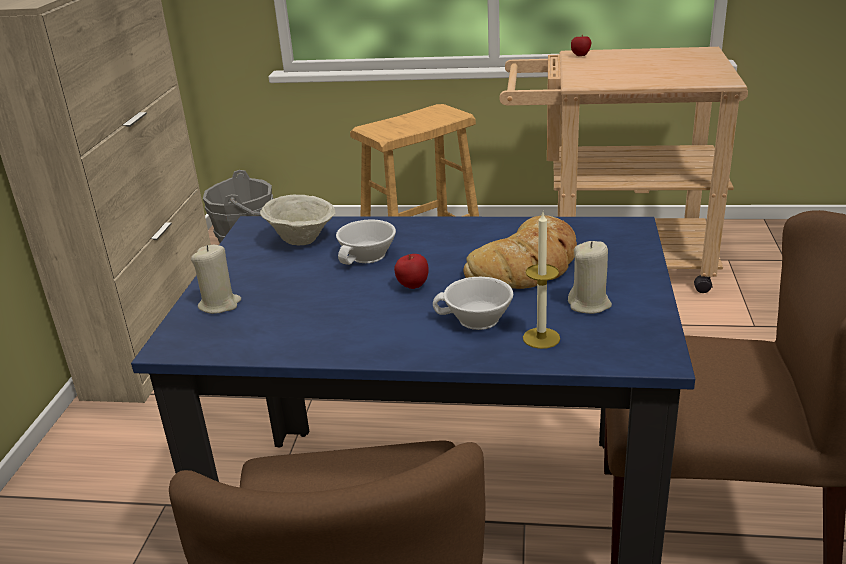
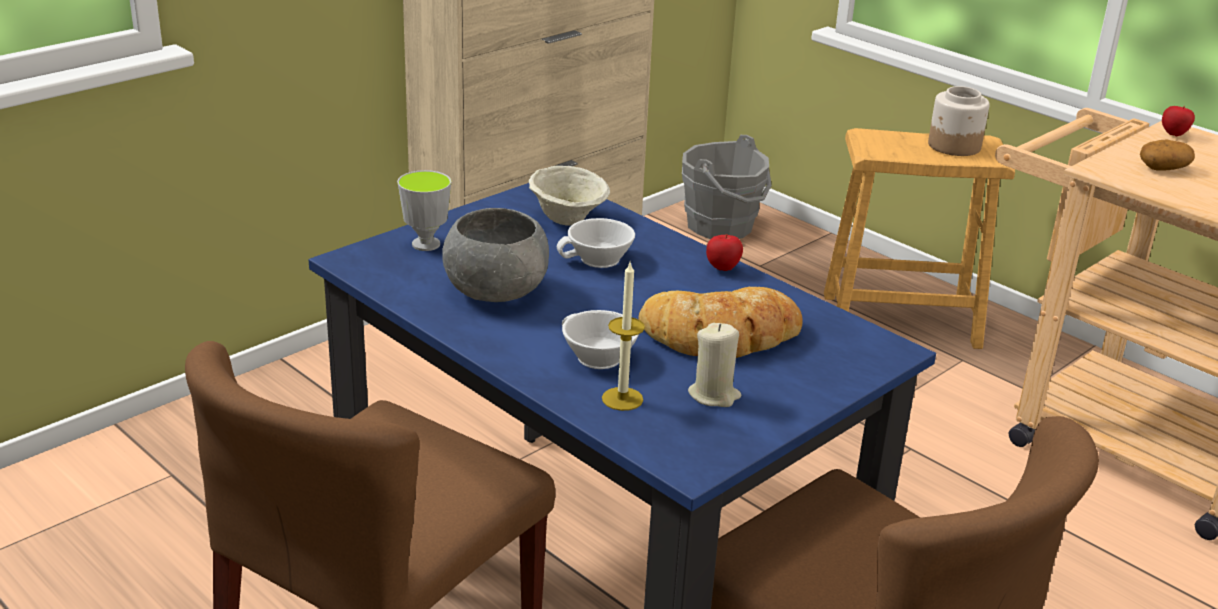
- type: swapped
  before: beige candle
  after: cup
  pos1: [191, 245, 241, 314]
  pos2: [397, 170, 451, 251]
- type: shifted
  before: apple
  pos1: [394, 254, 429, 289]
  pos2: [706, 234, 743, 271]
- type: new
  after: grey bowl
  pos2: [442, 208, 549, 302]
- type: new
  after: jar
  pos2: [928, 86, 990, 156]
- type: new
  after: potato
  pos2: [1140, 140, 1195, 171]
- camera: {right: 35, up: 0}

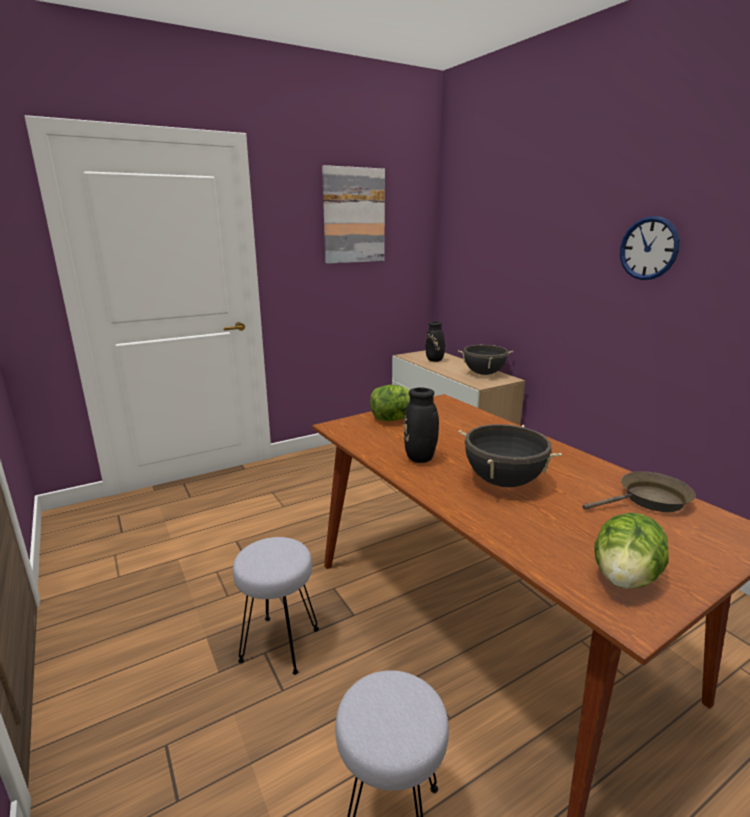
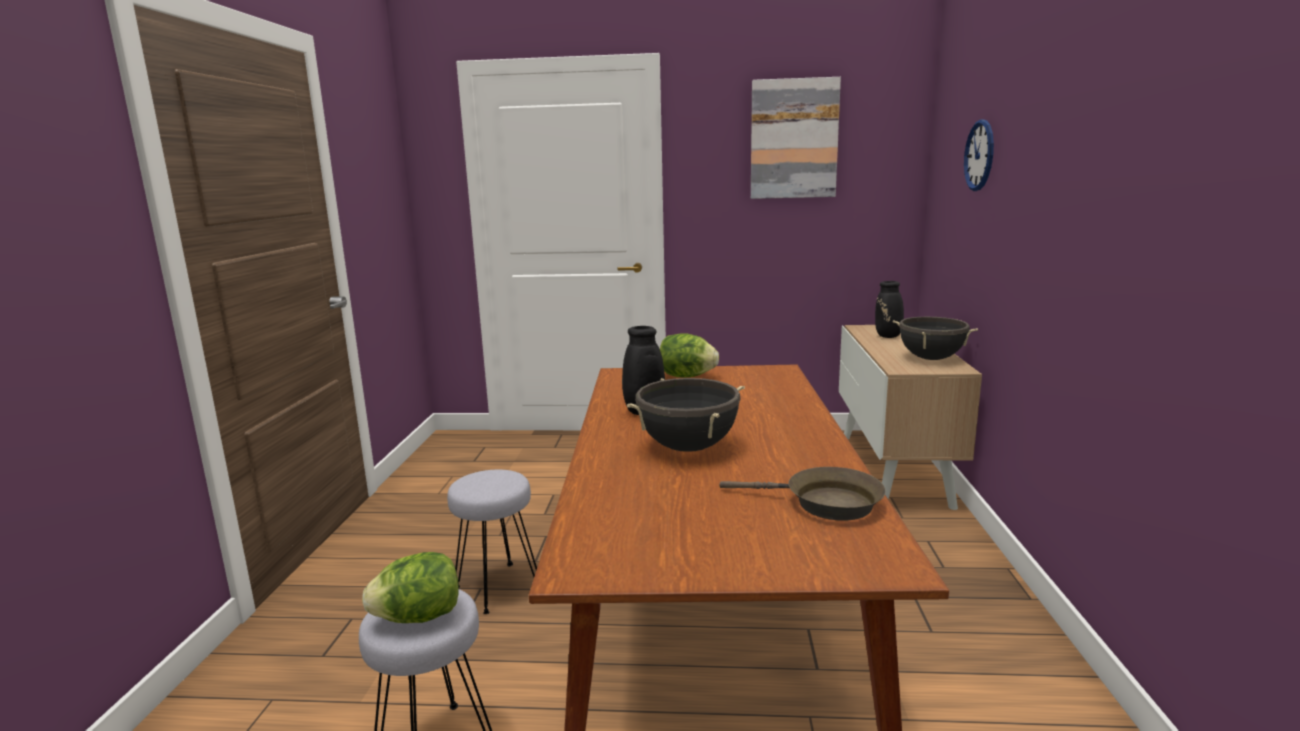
- type: shifted
  before: lettuce
  pos1: [594, 513, 669, 589]
  pos2: [362, 552, 459, 623]
- type: shifted
  before: wall clock
  pos1: [620, 216, 680, 280]
  pos2: [964, 119, 994, 191]
- camera: {right: 35, up: -5}

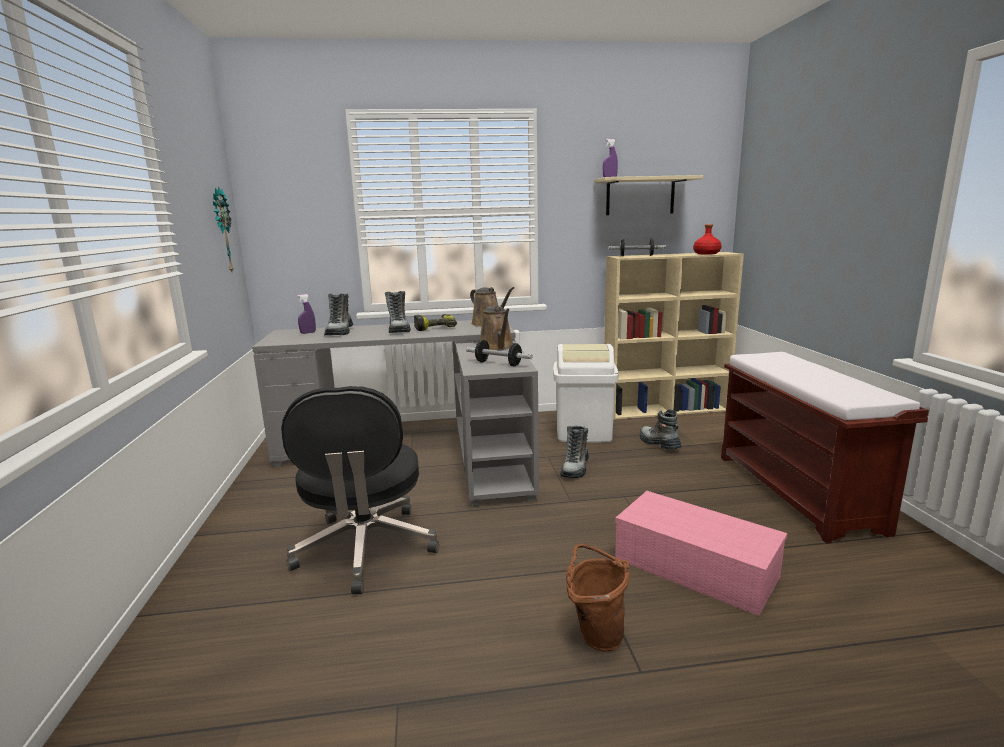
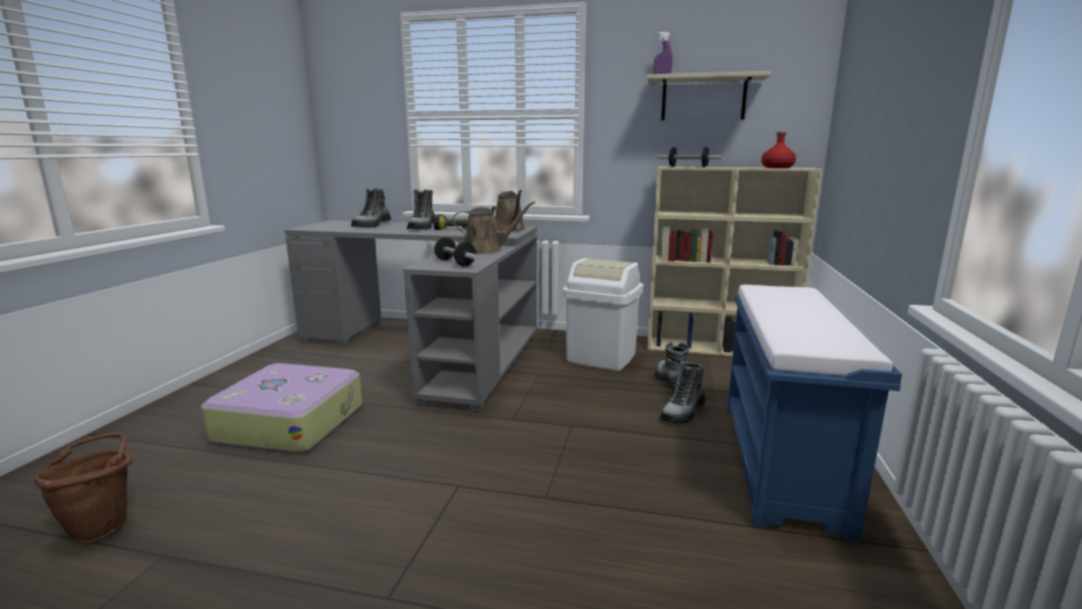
- type: gone
  before: wall clock
  pos1: [213, 186, 234, 272]
- type: swapped
  before: black office chair
  after: suitcase
  pos1: [281, 386, 439, 594]
  pos2: [201, 363, 362, 453]
- type: gone
  before: purple spray bottle
  pos1: [297, 294, 316, 334]
- type: rotated
  before: brown watering can
  pos1: [480, 306, 513, 350]
  pos2: [453, 201, 535, 254]
  turn: -105
- type: shifted
  before: boot
  pos1: [560, 426, 589, 478]
  pos2: [660, 361, 706, 424]
- type: shifted
  before: brown bucket
  pos1: [566, 544, 630, 652]
  pos2: [33, 433, 133, 544]
- type: gone
  before: pink storage box
  pos1: [615, 491, 787, 616]
- type: repainted
  before: brown bench
  after: blue bench
  pos1: [721, 352, 929, 544]
  pos2: [727, 285, 902, 542]
- camera: {right: 20, up: 0}

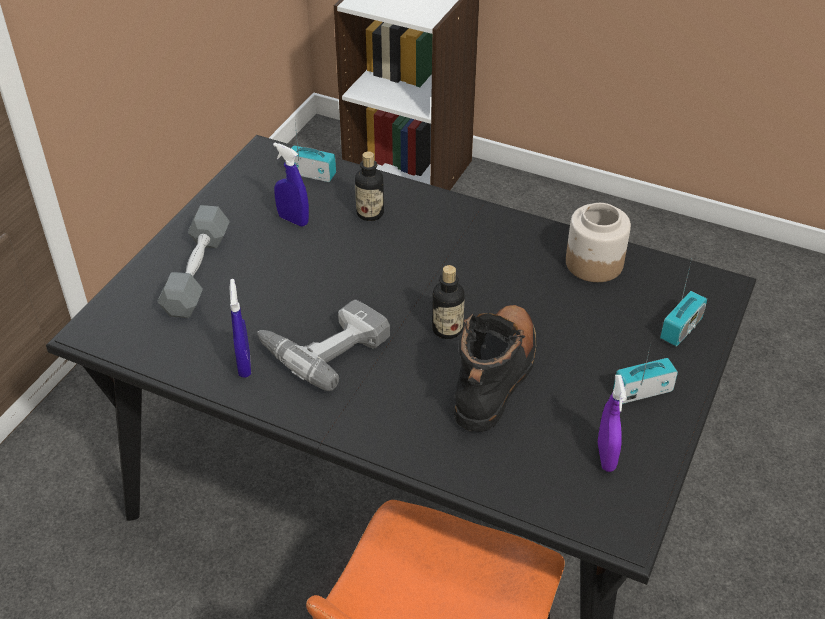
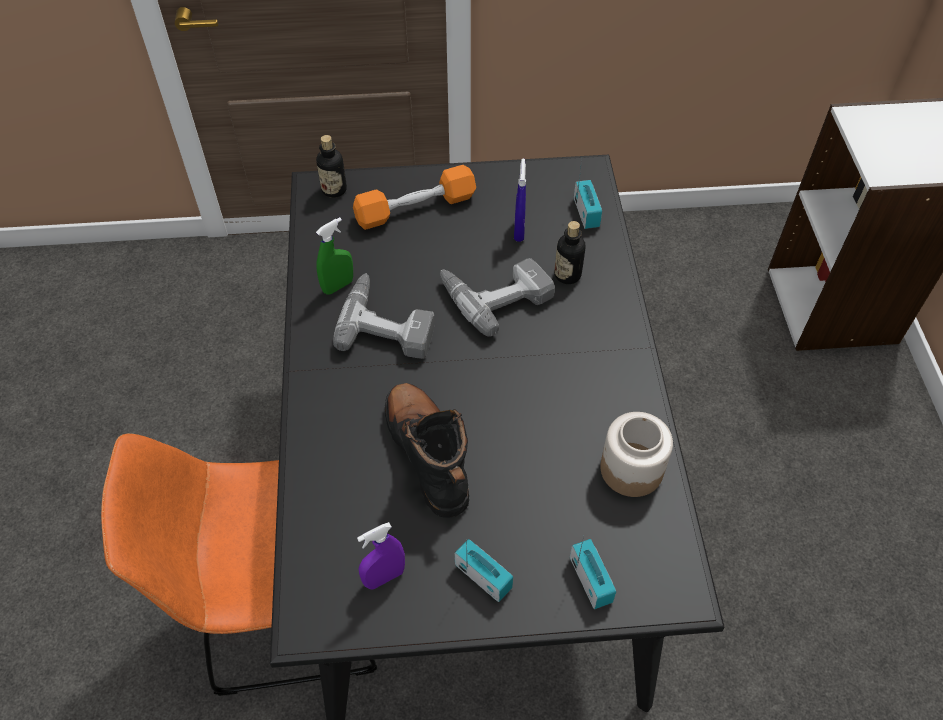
- type: repainted
  before: grey dumbbell
  after: orange dumbbell
  pos1: [157, 205, 230, 318]
  pos2: [353, 165, 476, 230]
- type: repainted
  before: blue spray bottle
  after: green spray bottle
  pos1: [229, 279, 251, 378]
  pos2: [316, 217, 353, 295]
- type: shifted
  before: bottle
  pos1: [432, 265, 465, 339]
  pos2: [316, 135, 347, 198]
- type: rotated
  before: black boot
  pos1: [454, 305, 536, 432]
  pos2: [385, 383, 469, 518]
  turn: -105
- type: rotated
  before: radio
  pos1: [660, 259, 707, 347]
  pos2: [570, 536, 616, 609]
  turn: -120
- type: new
  after: power drill
  pos2: [440, 258, 555, 337]
- camera: {right: 60, up: 10}

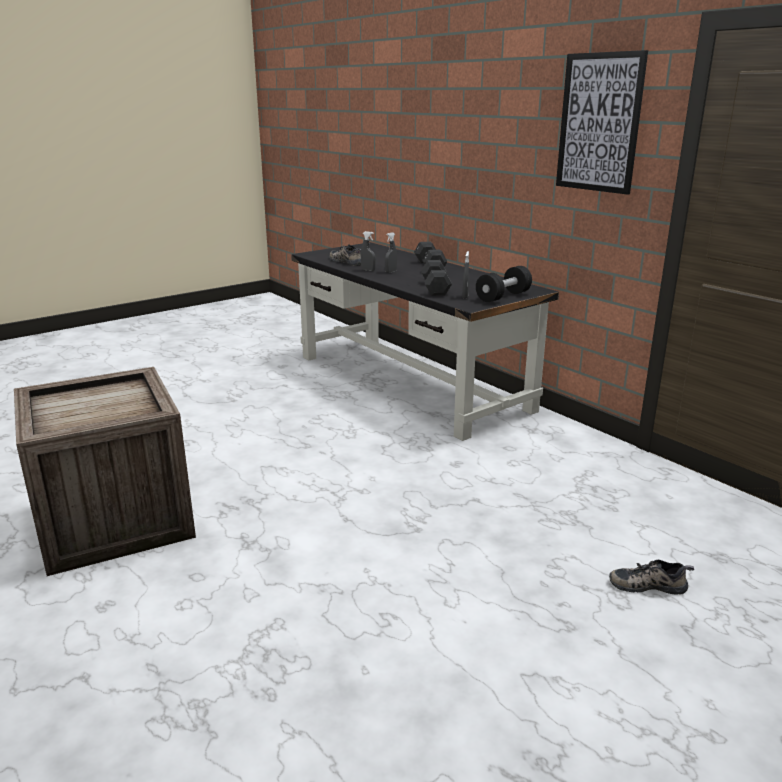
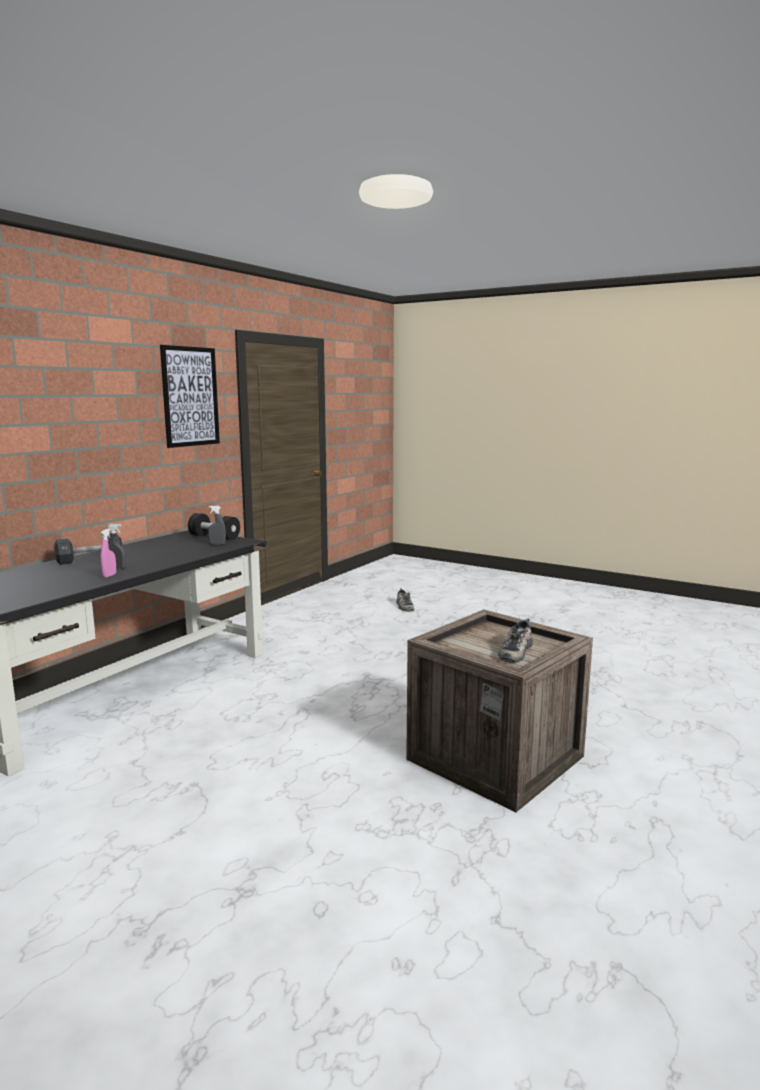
- type: shifted
  before: shoe
  pos1: [330, 244, 361, 266]
  pos2: [498, 618, 533, 663]
- type: repainted
  before: grey spray bottle
  after: pink spray bottle
  pos1: [360, 231, 376, 271]
  pos2: [100, 528, 116, 578]
- type: gone
  before: black dumbbell
  pos1: [421, 260, 452, 296]
- camera: {right: -110, up: -10}

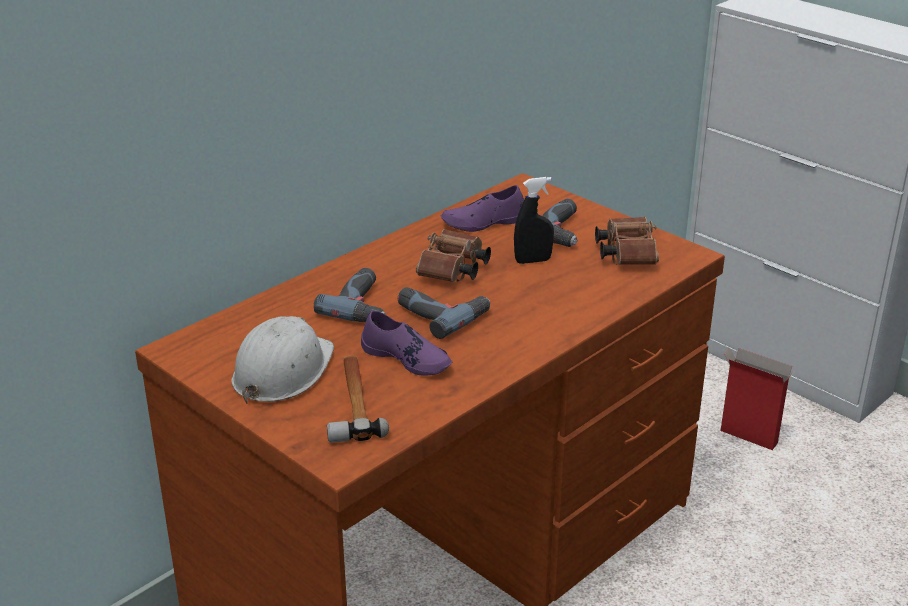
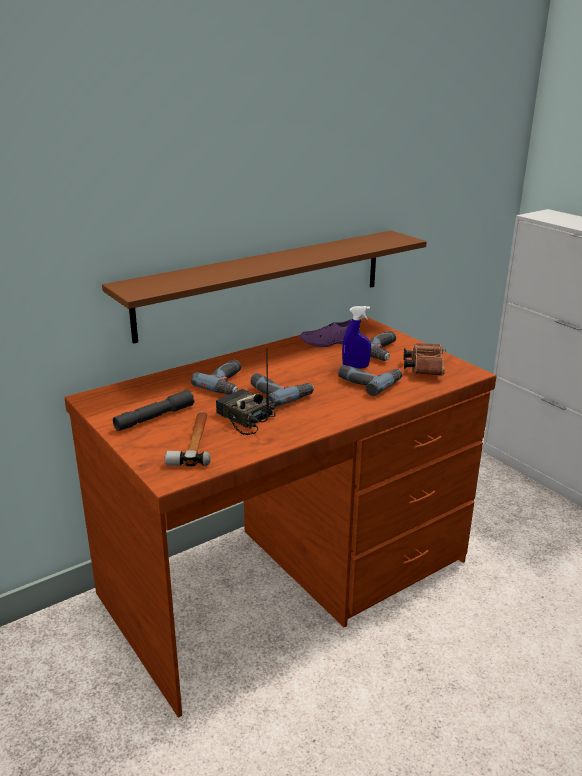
- type: swapped
  before: white hard hat
  after: grey flashlight
  pos1: [231, 316, 334, 404]
  pos2: [113, 390, 194, 431]
- type: swapped
  before: purple shoe
  after: radio
  pos1: [361, 310, 452, 376]
  pos2: [216, 351, 275, 435]
- type: gone
  before: brown binoculars
  pos1: [416, 229, 491, 282]
- type: repainted
  before: black spray bottle
  after: blue spray bottle
  pos1: [514, 177, 554, 264]
  pos2: [342, 306, 371, 368]
- type: gone
  before: cardboard box
  pos1: [721, 348, 795, 450]
- type: new
  after: brown shelf
  pos2: [102, 230, 427, 344]
- type: new
  after: power drill
  pos2: [338, 365, 402, 396]
- camera: {right: 10, up: -5}

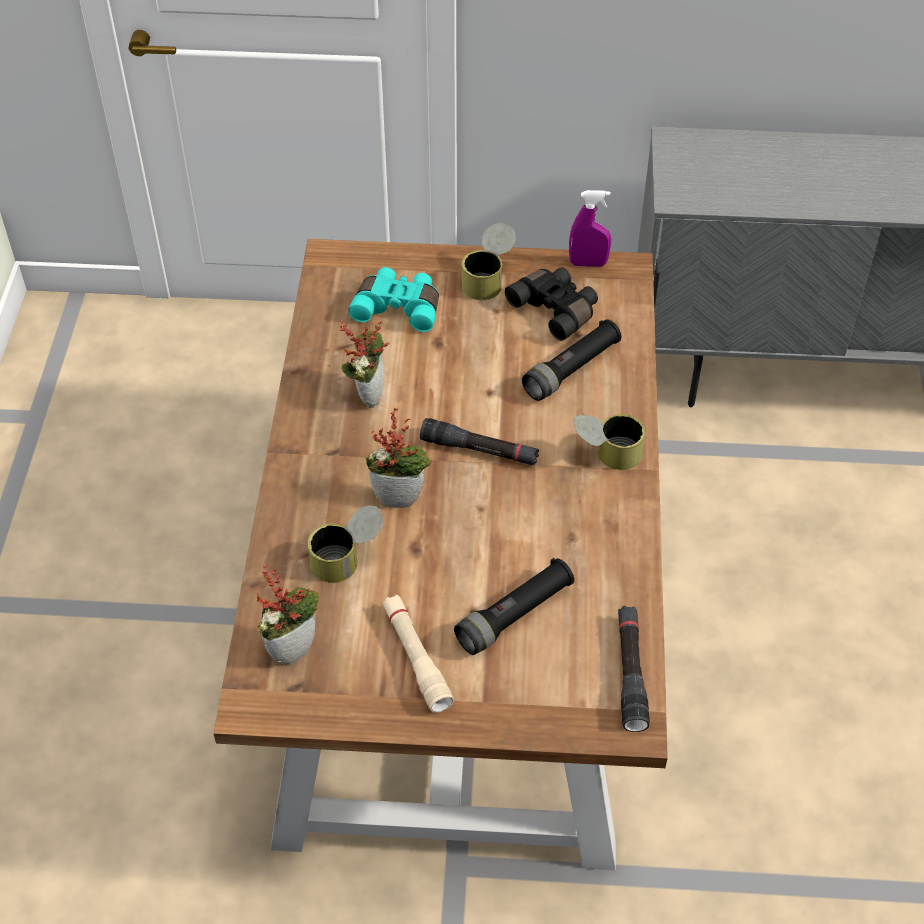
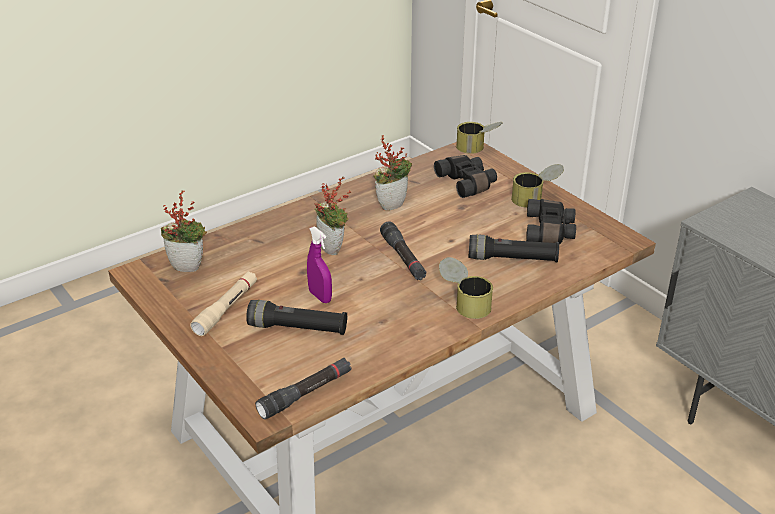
- type: shifted
  before: can
  pos1: [307, 506, 384, 583]
  pos2: [456, 122, 503, 154]
- type: repainted
  before: turquoise binoculars
  after: black binoculars
  pos1: [348, 267, 439, 332]
  pos2: [434, 155, 497, 198]
- type: shifted
  before: purple spray bottle
  pos1: [569, 190, 611, 267]
  pos2: [307, 226, 332, 303]
- camera: {right: 50, up: -15}

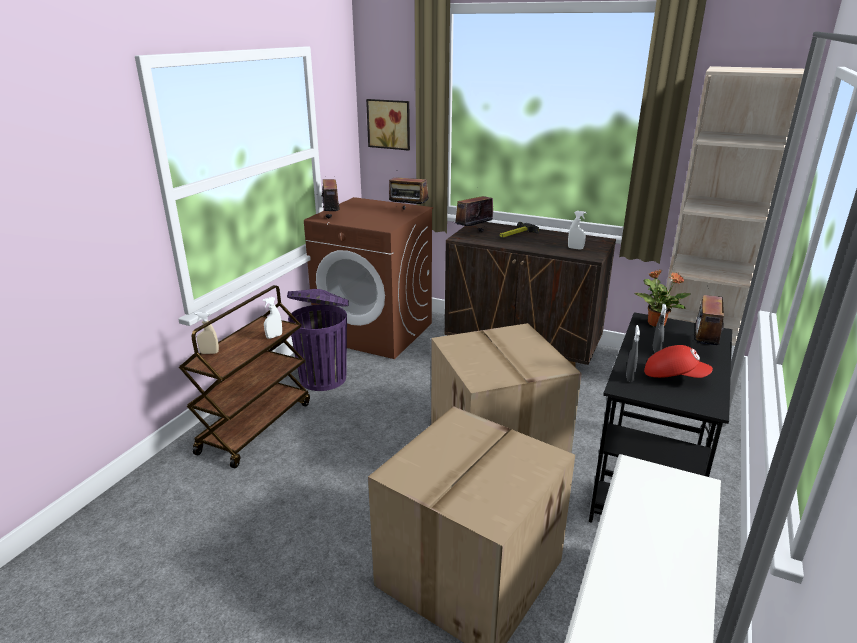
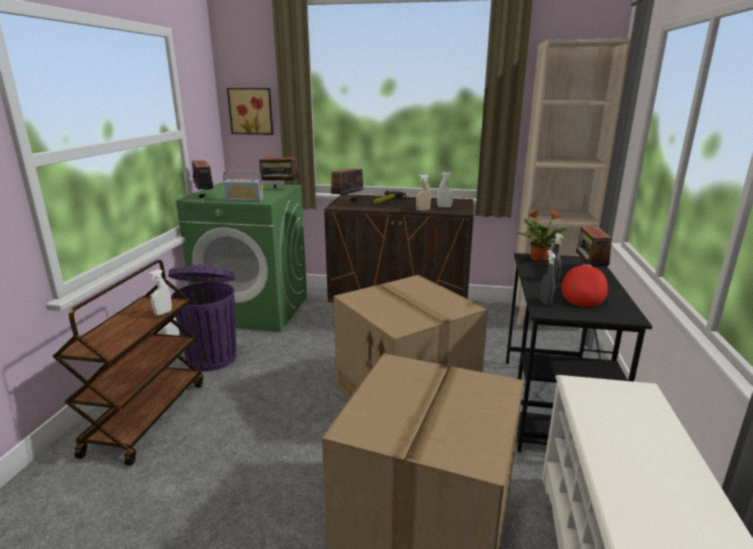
- type: shifted
  before: beige spray bottle
  pos1: [194, 312, 219, 354]
  pos2: [416, 174, 431, 211]
- type: repainted
  before: brown washing machine
  after: green washing machine
  pos1: [304, 197, 433, 359]
  pos2: [176, 182, 307, 332]
- type: rotated
  before: red cap
  pos1: [644, 345, 713, 378]
  pos2: [561, 264, 608, 307]
  turn: -75
- type: new
  after: radio
  pos2: [223, 171, 264, 202]
- camera: {right: -15, up: -5}

